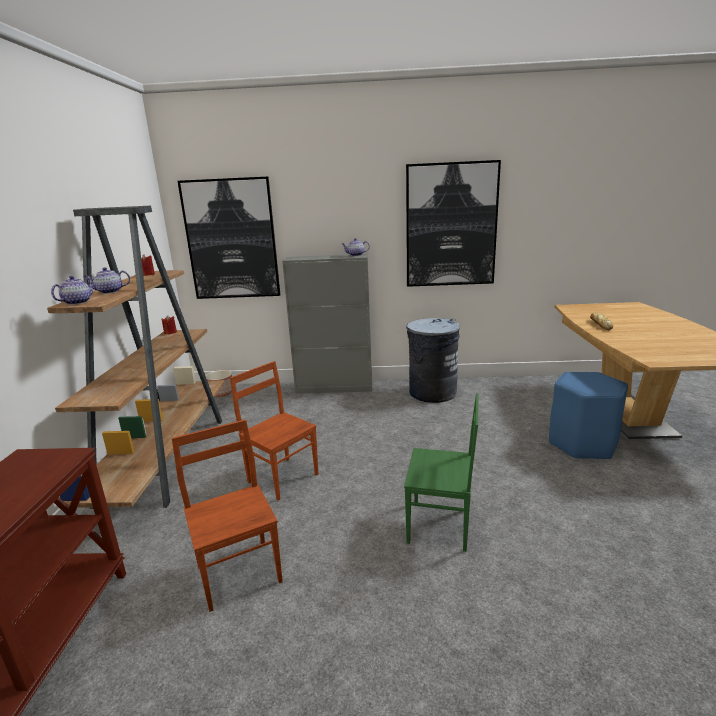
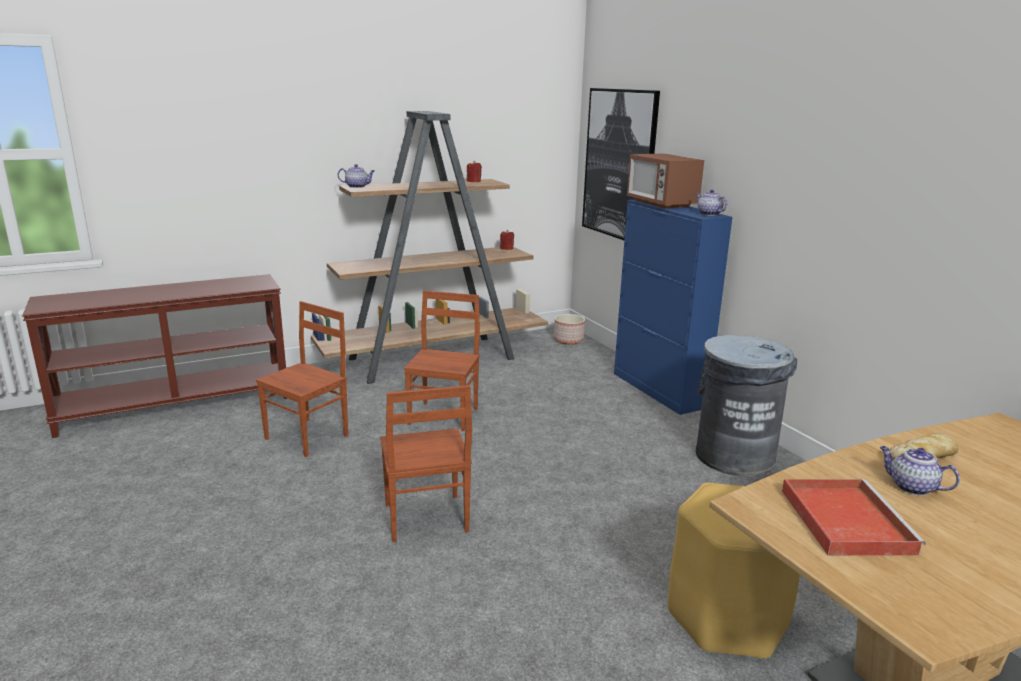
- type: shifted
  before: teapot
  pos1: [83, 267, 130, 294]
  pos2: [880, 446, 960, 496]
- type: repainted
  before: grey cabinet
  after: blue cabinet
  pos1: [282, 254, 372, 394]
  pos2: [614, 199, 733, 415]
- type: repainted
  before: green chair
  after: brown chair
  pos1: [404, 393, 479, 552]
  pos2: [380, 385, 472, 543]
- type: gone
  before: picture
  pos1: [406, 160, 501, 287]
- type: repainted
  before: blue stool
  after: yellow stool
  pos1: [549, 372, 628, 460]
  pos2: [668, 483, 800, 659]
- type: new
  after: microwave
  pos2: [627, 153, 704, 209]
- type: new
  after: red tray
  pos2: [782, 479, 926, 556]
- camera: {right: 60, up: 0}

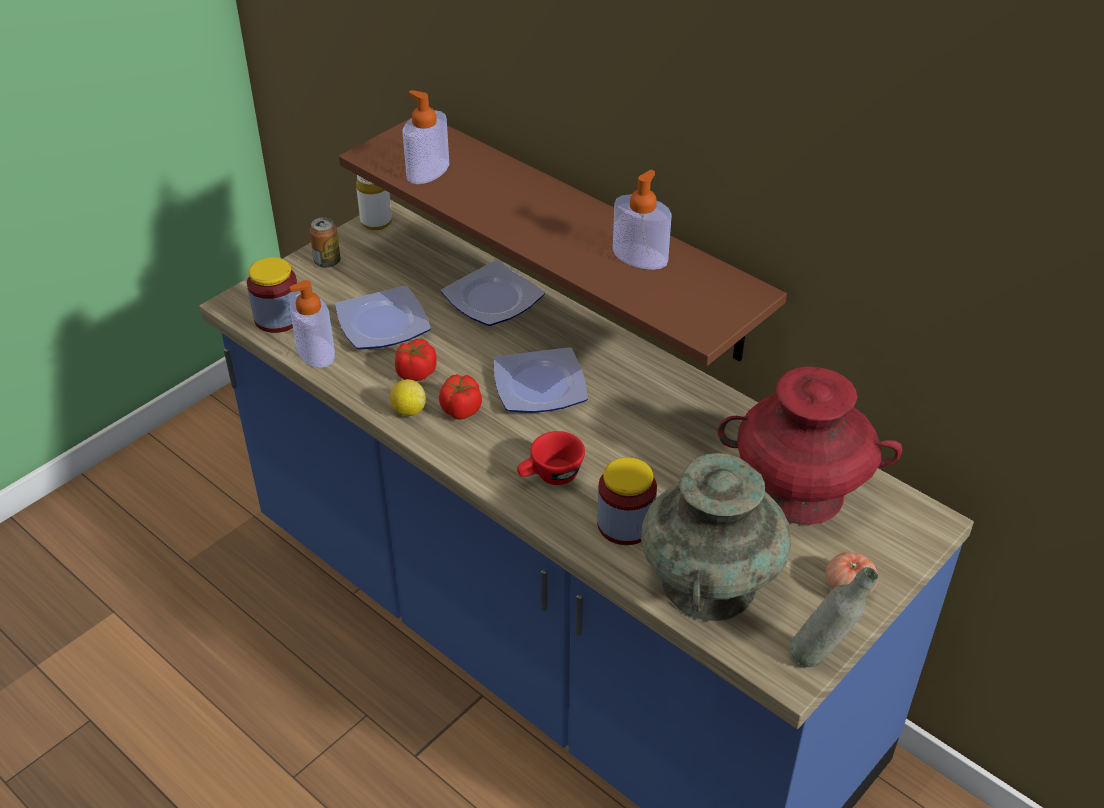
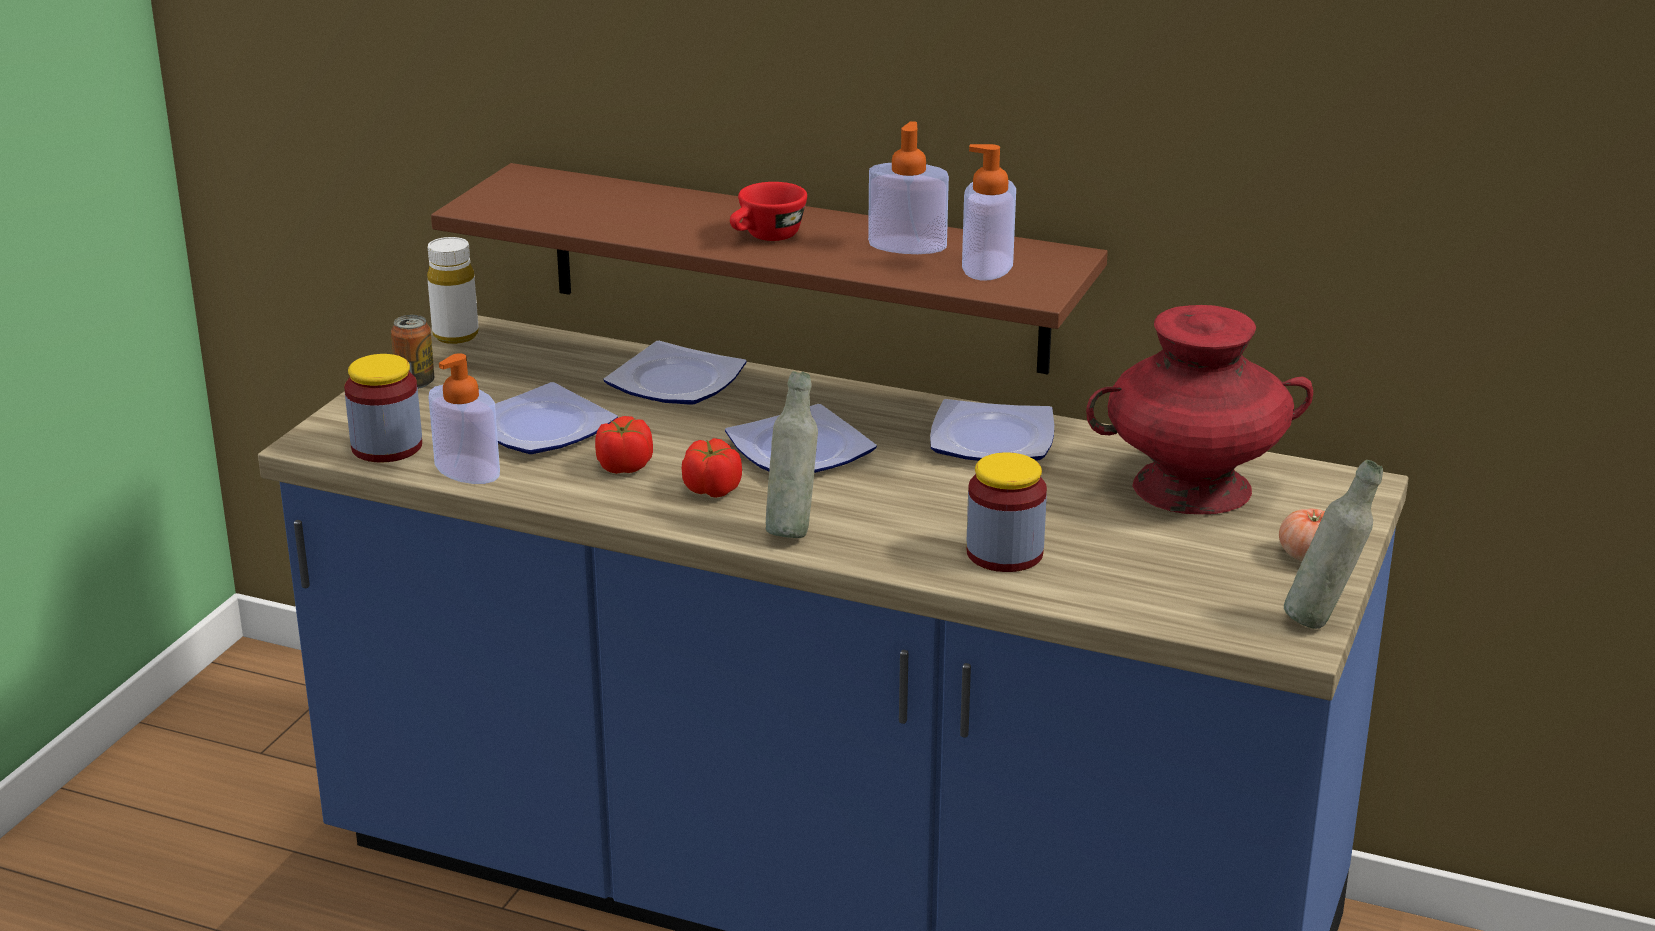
- type: gone
  before: lemon
  pos1: [390, 379, 426, 416]
- type: shifted
  before: soap dispenser
  pos1: [402, 90, 449, 184]
  pos2: [962, 144, 1016, 281]
- type: shifted
  before: red cup
  pos1: [517, 431, 585, 485]
  pos2: [730, 182, 807, 241]
- type: gone
  before: turquoise vase
  pos1: [641, 453, 791, 621]
- type: new
  after: grey bottle
  pos2: [766, 371, 818, 538]
- type: new
  after: plate
  pos2: [930, 399, 1054, 461]
- camera: {right: -20, up: -15}

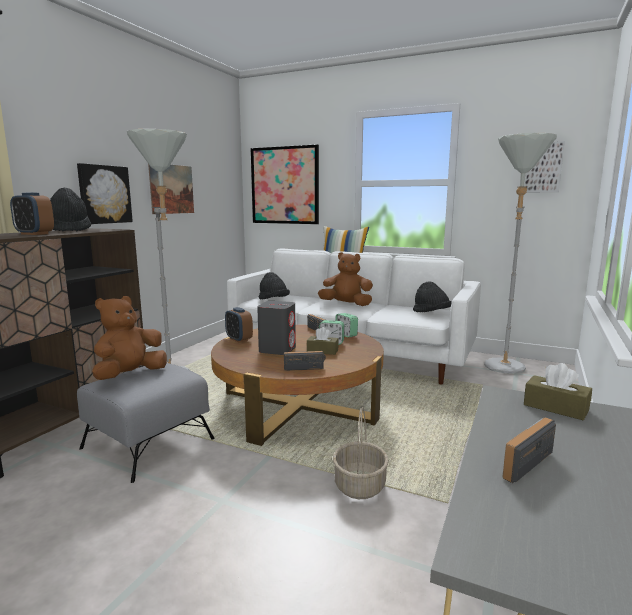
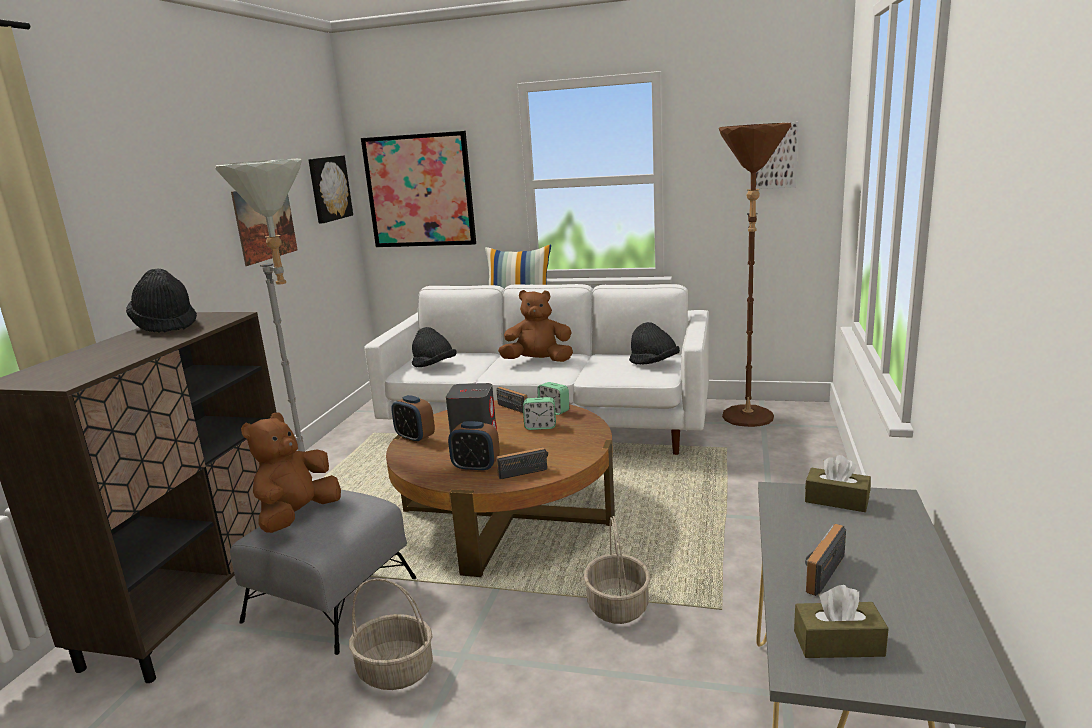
- type: shifted
  before: alarm clock
  pos1: [10, 193, 54, 235]
  pos2: [448, 421, 500, 472]
- type: shifted
  before: picture
  pos1: [77, 163, 133, 224]
  pos2: [308, 155, 353, 223]
- type: shifted
  before: brown tissue box
  pos1: [307, 327, 339, 355]
  pos2: [794, 585, 889, 658]
- type: repainted
  before: grey floor lamp
  after: brown floor lamp
  pos1: [484, 133, 557, 374]
  pos2: [719, 123, 791, 427]
- type: new
  after: basket
  pos2: [349, 578, 433, 690]
- camera: {right: -10, up: 5}

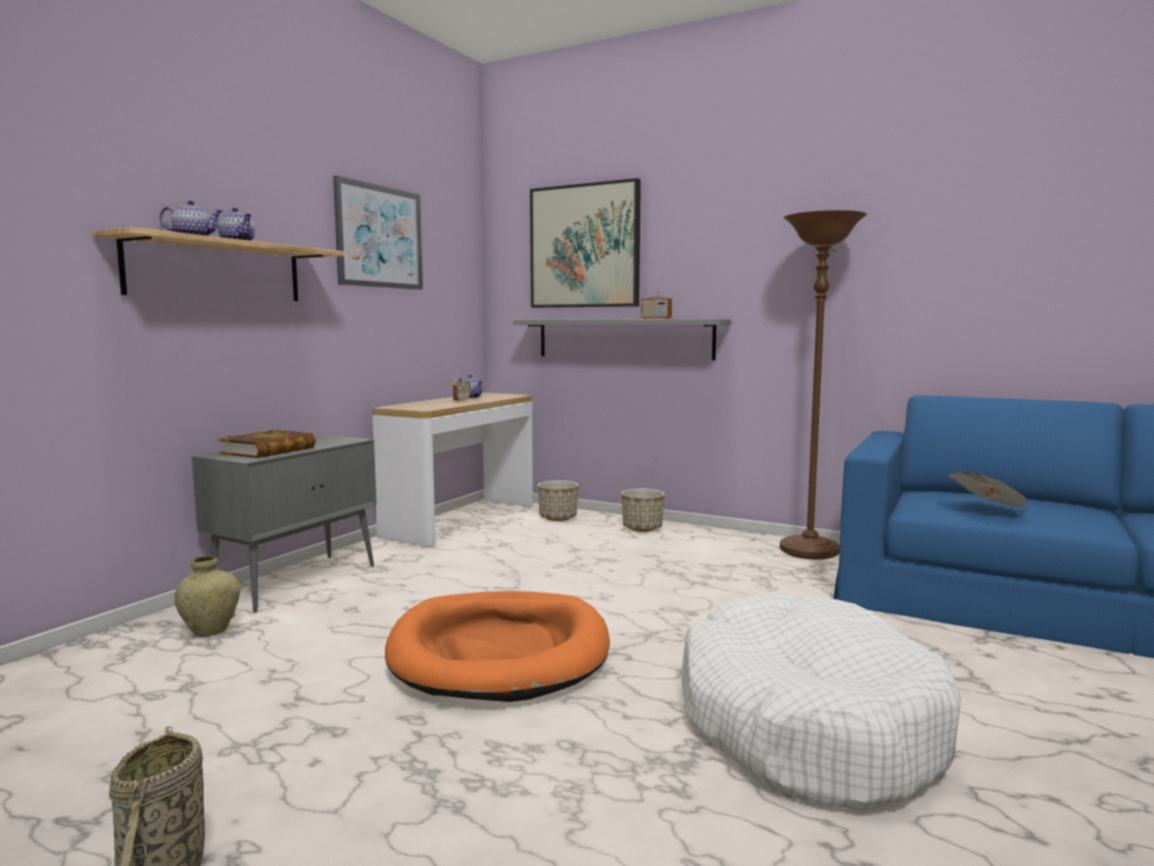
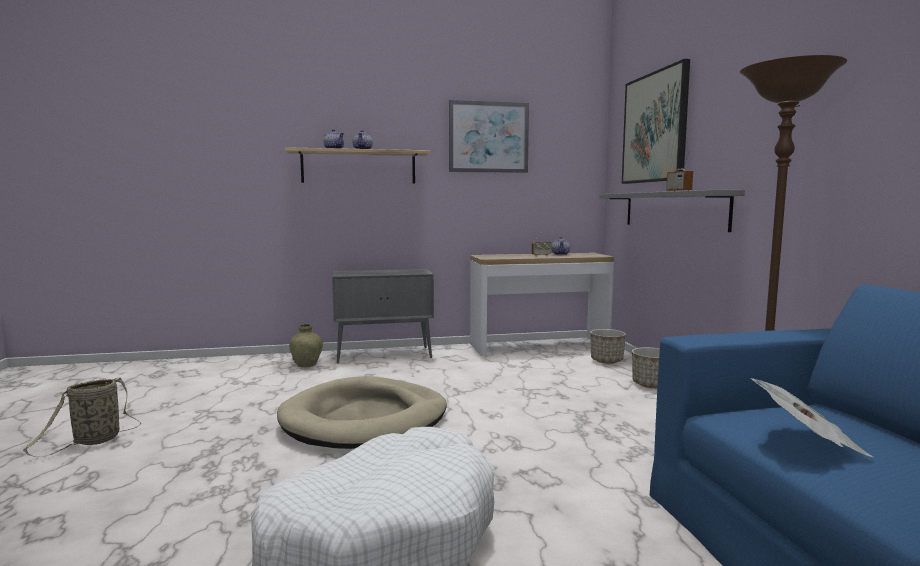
- type: gone
  before: book
  pos1: [218, 430, 316, 458]
- type: repainted
  before: orange dog bed
  after: beige dog bed
  pos1: [385, 591, 610, 702]
  pos2: [277, 376, 447, 449]
- camera: {right: 50, up: 0}

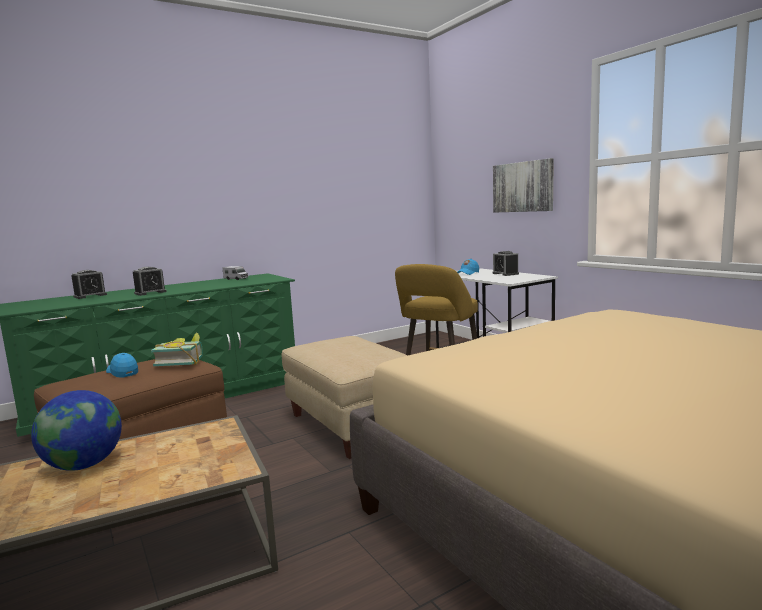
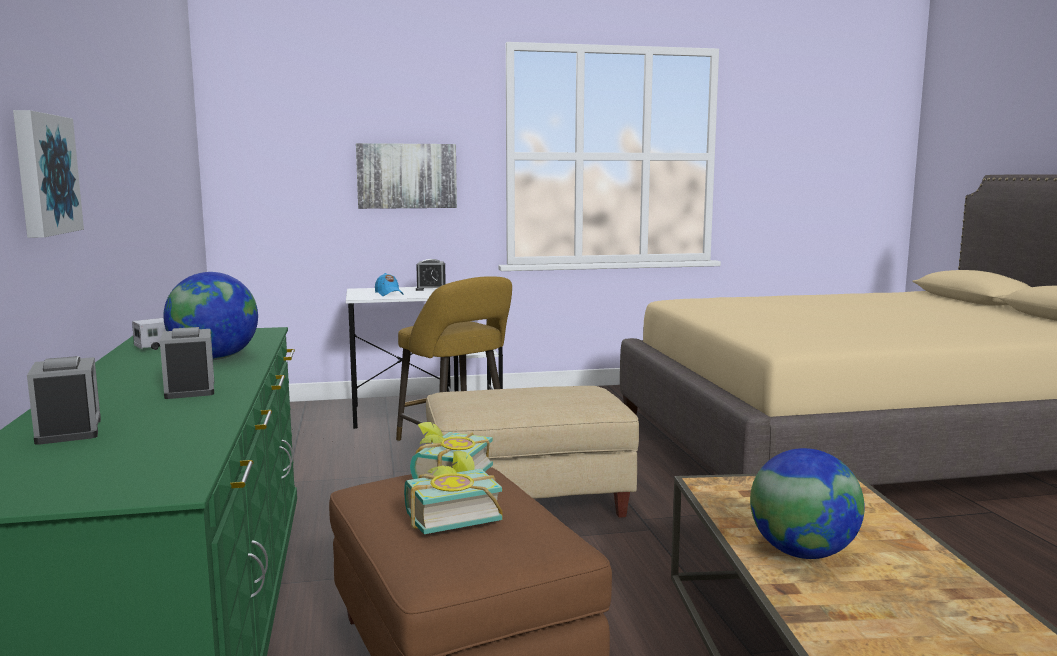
- type: swapped
  before: blue cap
  after: book
  pos1: [106, 353, 138, 377]
  pos2: [404, 451, 503, 534]
- type: new
  after: picture
  pos2: [13, 110, 84, 238]
- type: new
  after: globe
  pos2: [163, 272, 258, 360]
- camera: {right: -70, up: 0}

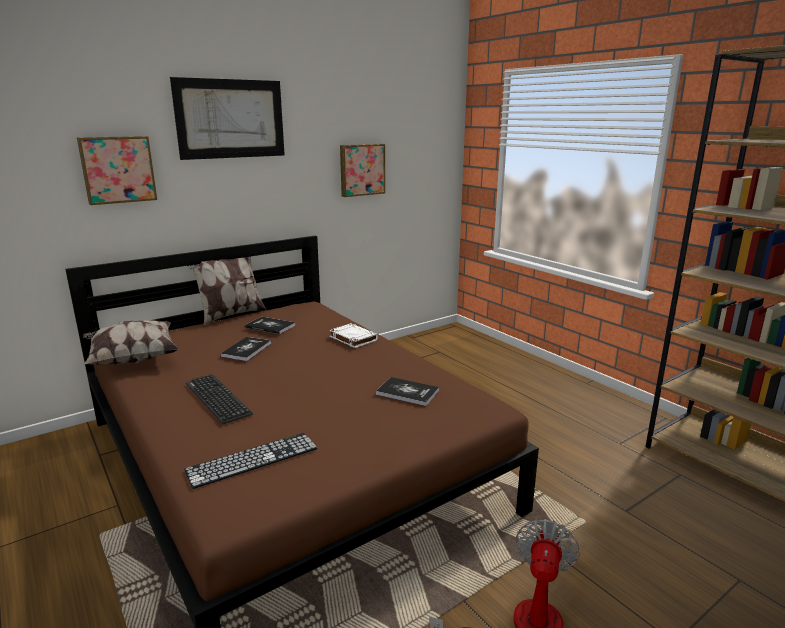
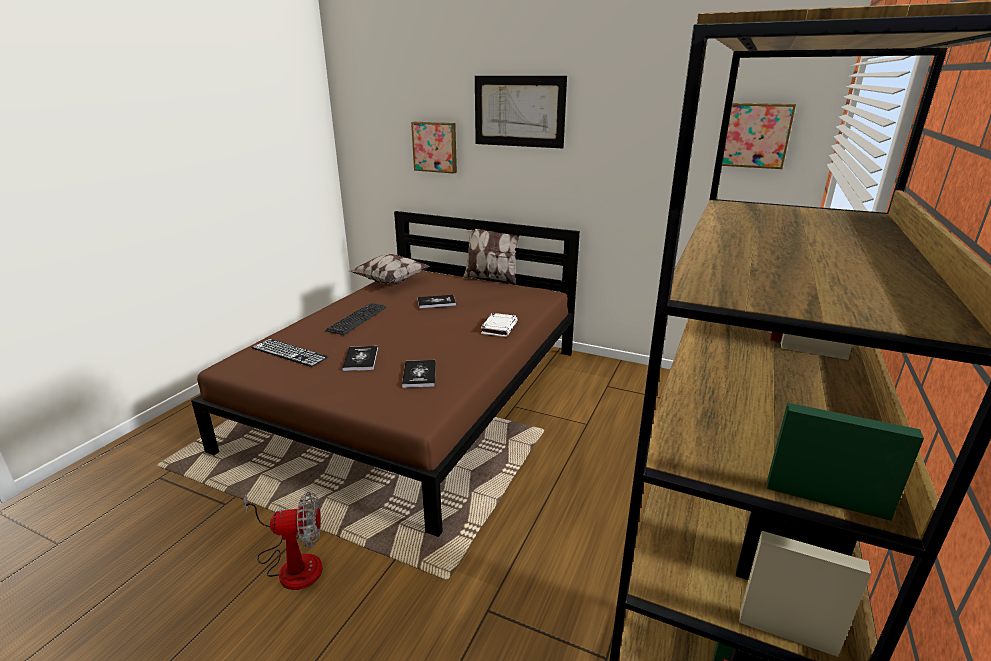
- type: shifted
  before: book
  pos1: [245, 317, 295, 334]
  pos2: [342, 346, 378, 371]
- type: shifted
  before: picture
  pos1: [340, 144, 385, 197]
  pos2: [722, 103, 796, 169]
- camera: {right: 60, up: 5}

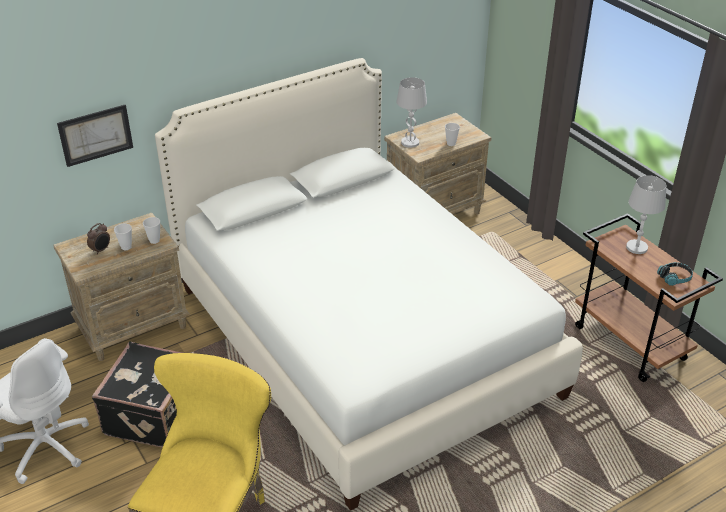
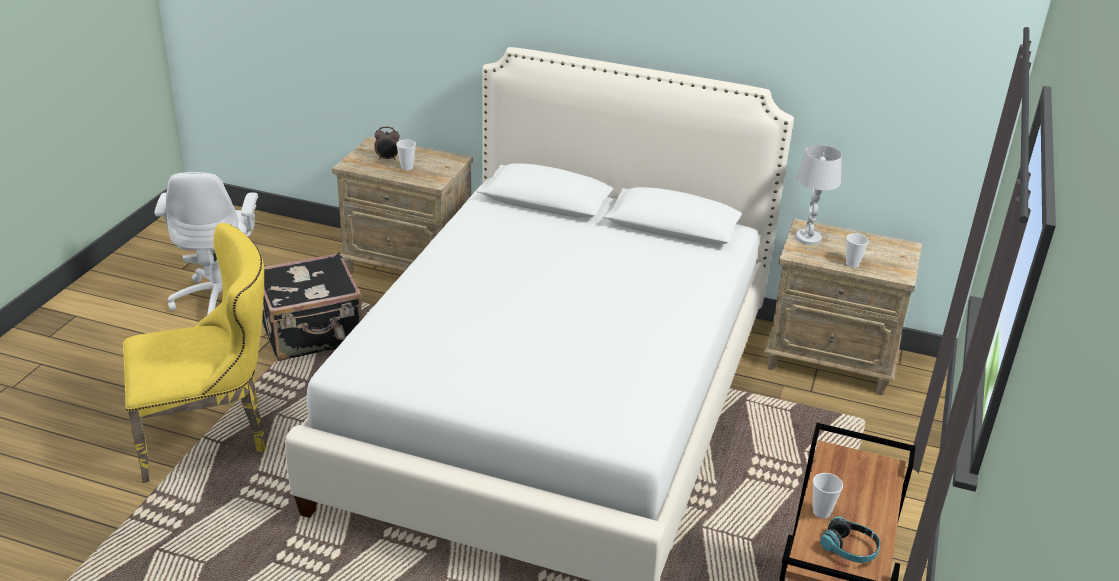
- type: gone
  before: picture
  pos1: [57, 105, 133, 167]
- type: shifted
  before: cup
  pos1: [143, 217, 160, 244]
  pos2: [813, 473, 843, 518]
- type: gone
  before: white table lamp
  pos1: [626, 175, 666, 254]
- camera: {right: 50, up: -5}

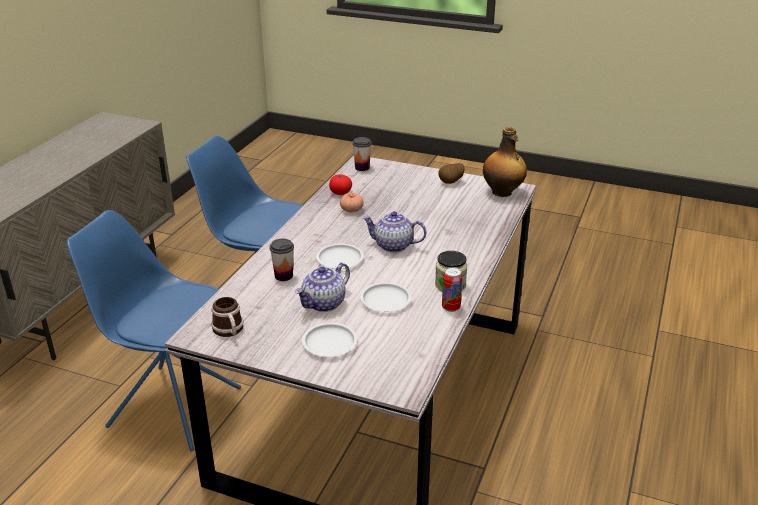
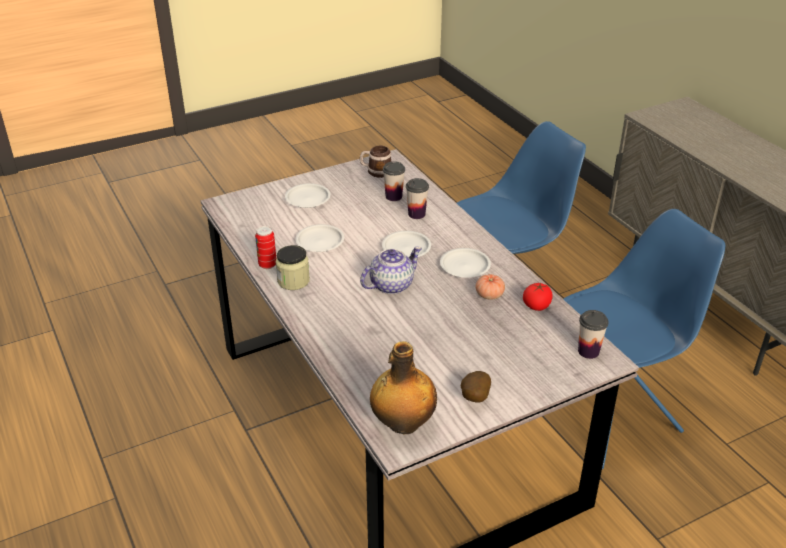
- type: gone
  before: teapot
  pos1: [295, 263, 350, 312]
- type: new
  after: cup
  pos2: [383, 161, 405, 201]
- type: new
  after: white plate
  pos2: [440, 248, 491, 278]
- camera: {right: 130, up: 5}

